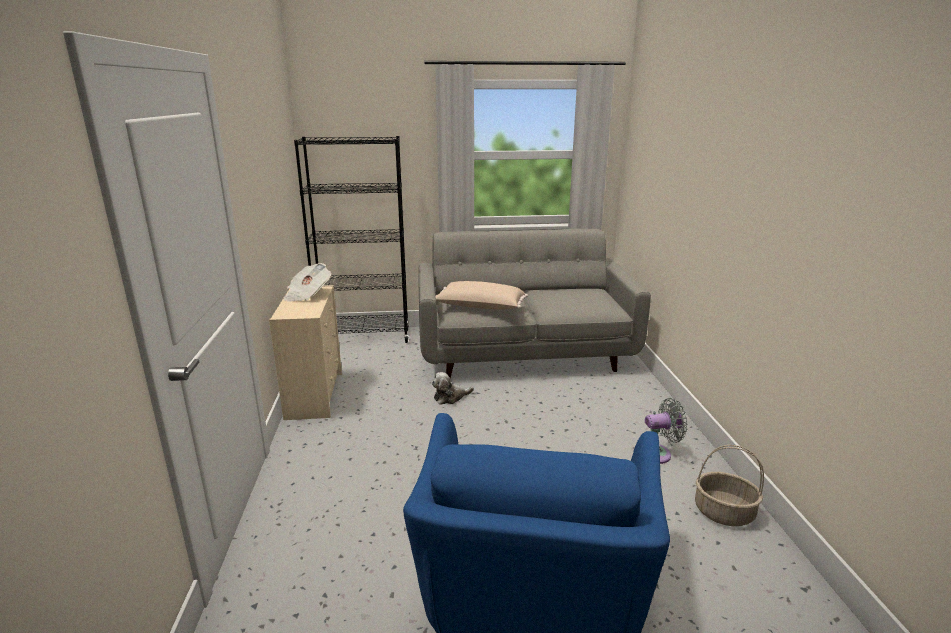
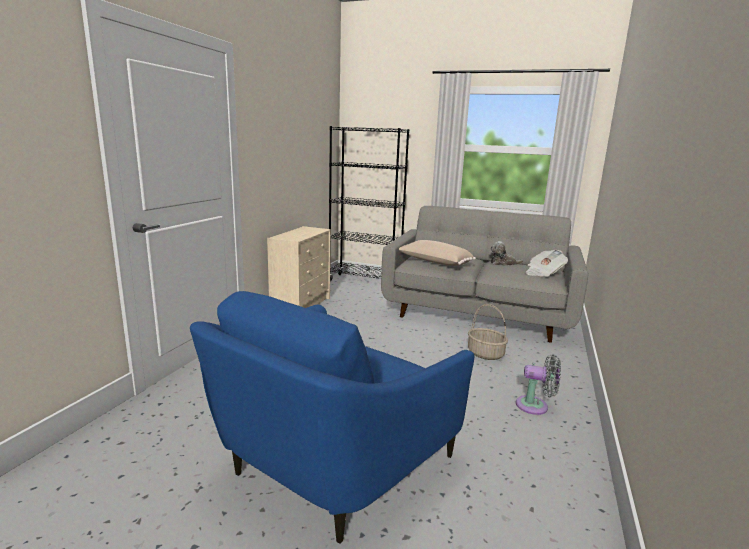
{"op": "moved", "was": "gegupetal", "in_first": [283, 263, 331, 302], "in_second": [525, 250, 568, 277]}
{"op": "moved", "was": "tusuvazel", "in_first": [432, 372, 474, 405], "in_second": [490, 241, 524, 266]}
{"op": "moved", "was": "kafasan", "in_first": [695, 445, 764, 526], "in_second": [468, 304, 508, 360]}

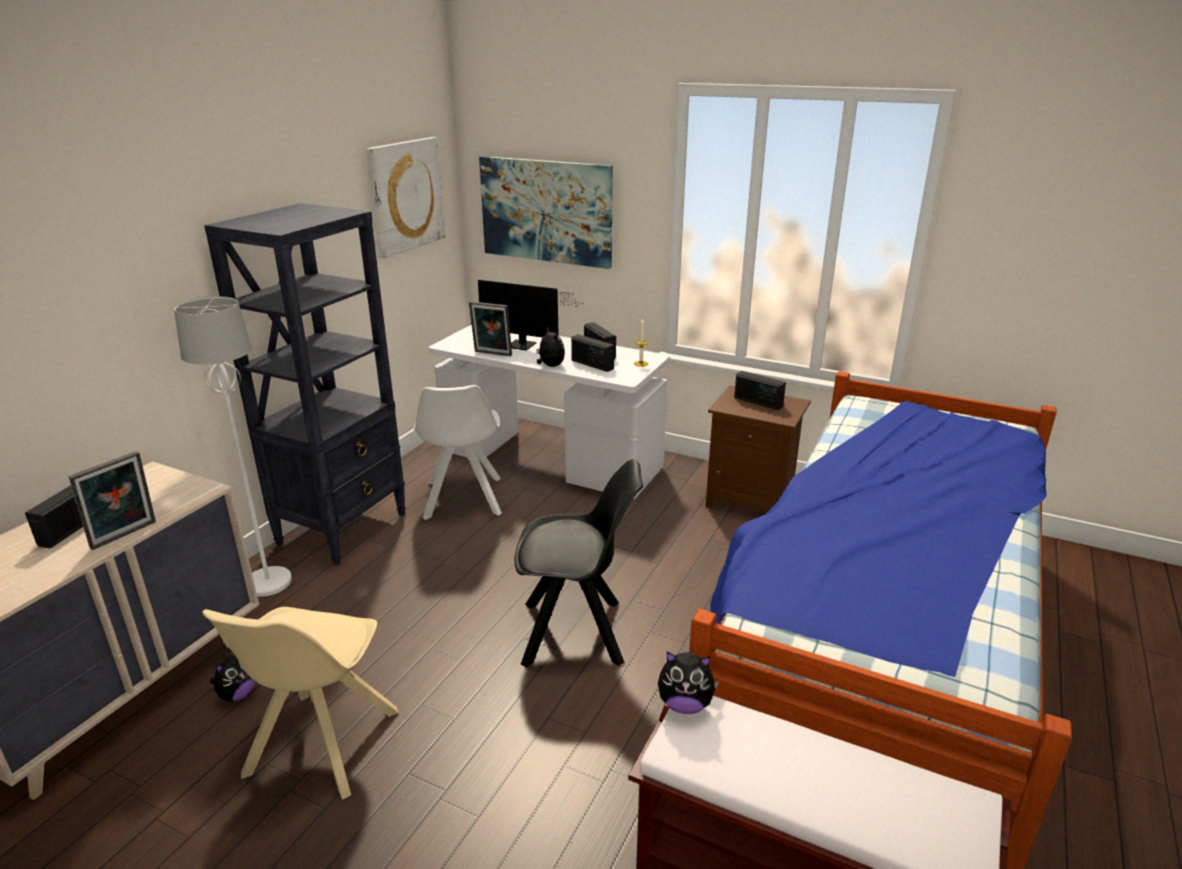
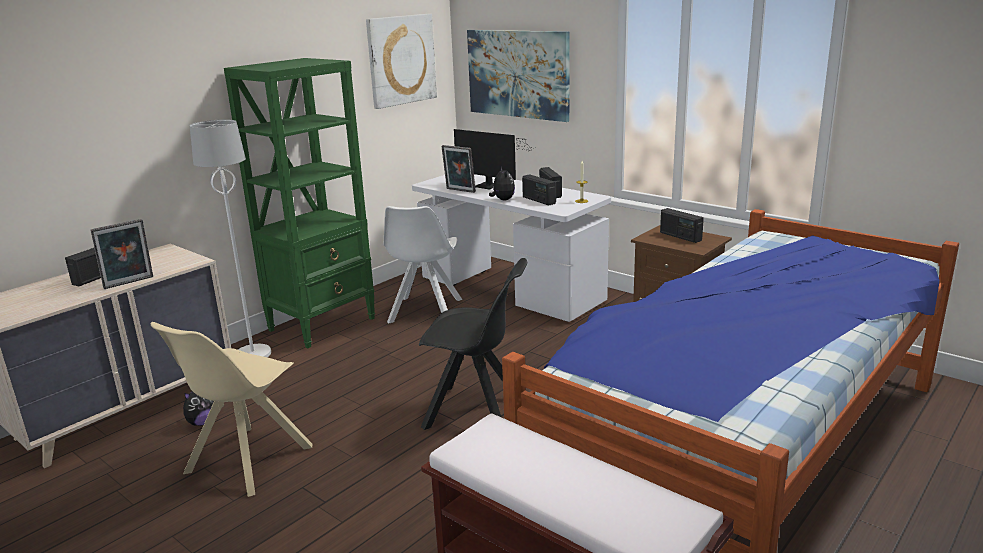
{"op": "removed", "was": "tusuvazel", "in_first": [658, 652, 720, 714]}
{"op": "recoloured", "was": "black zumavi", "now": "green zumavi", "in_first": [204, 203, 406, 566], "in_second": [224, 58, 375, 348]}

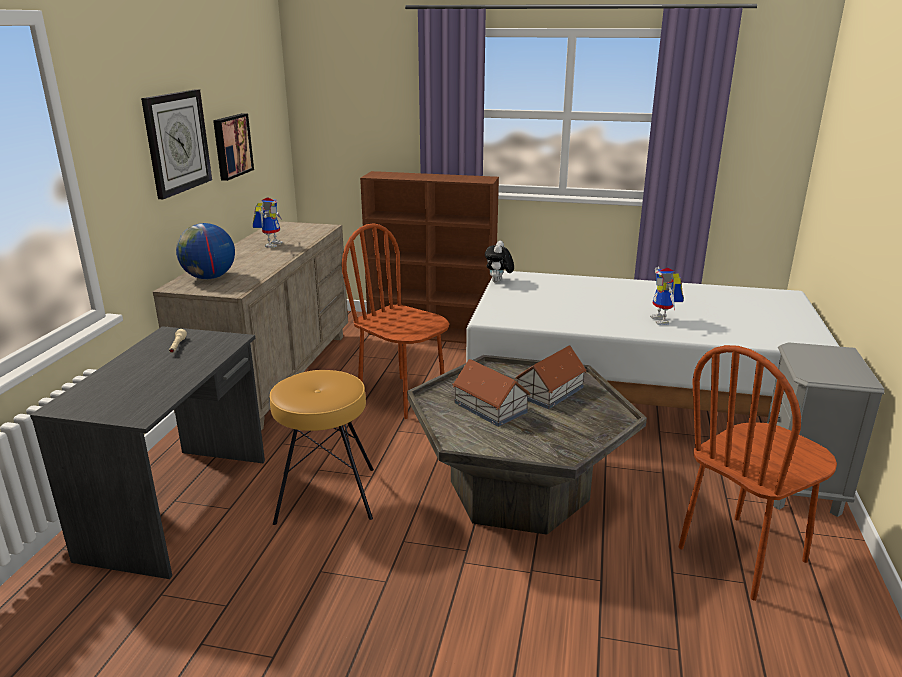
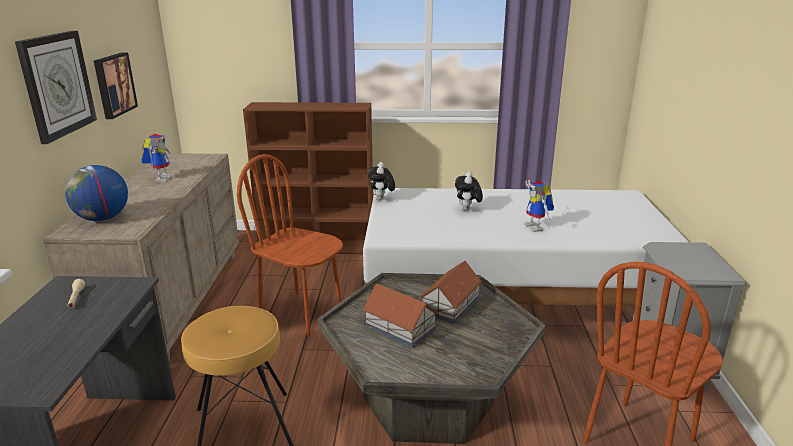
{"op": "added", "now": "tusuvazel", "in_second": [455, 171, 483, 211]}

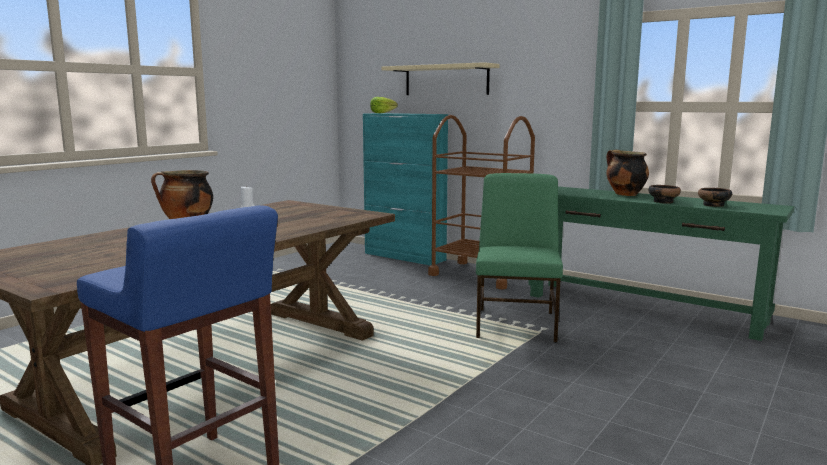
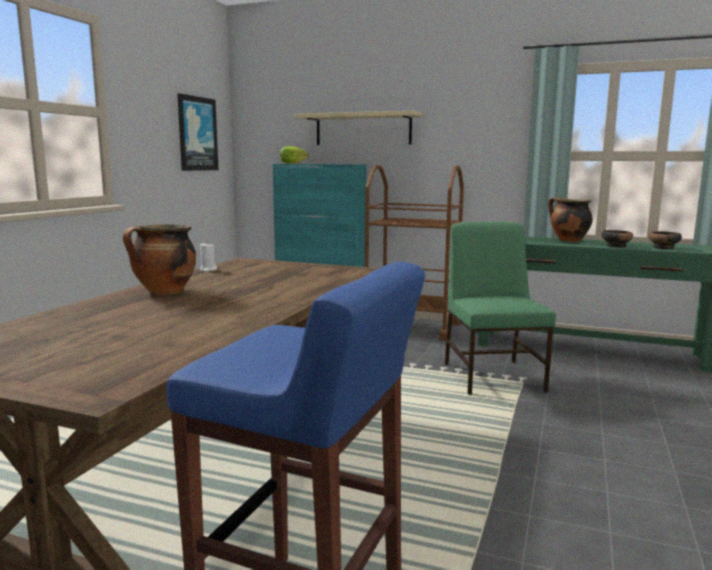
{"op": "added", "now": "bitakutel", "in_second": [177, 93, 219, 171]}

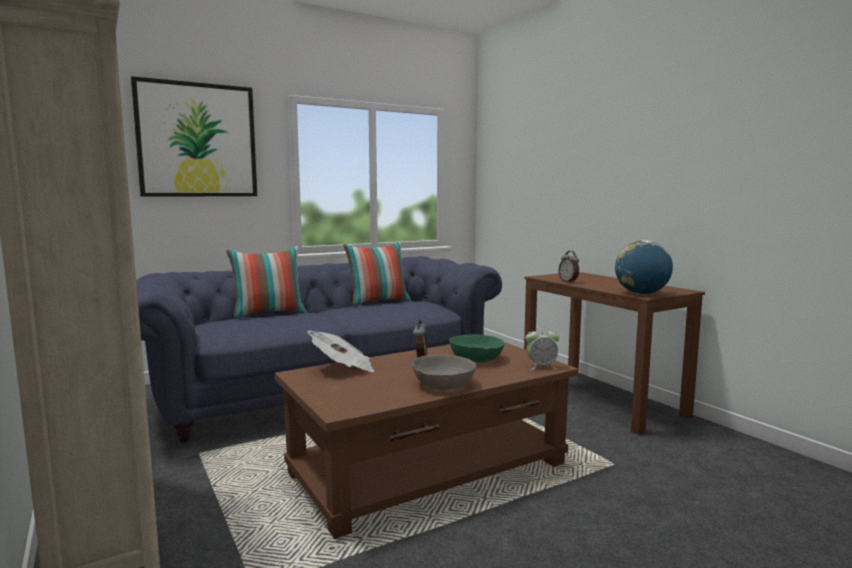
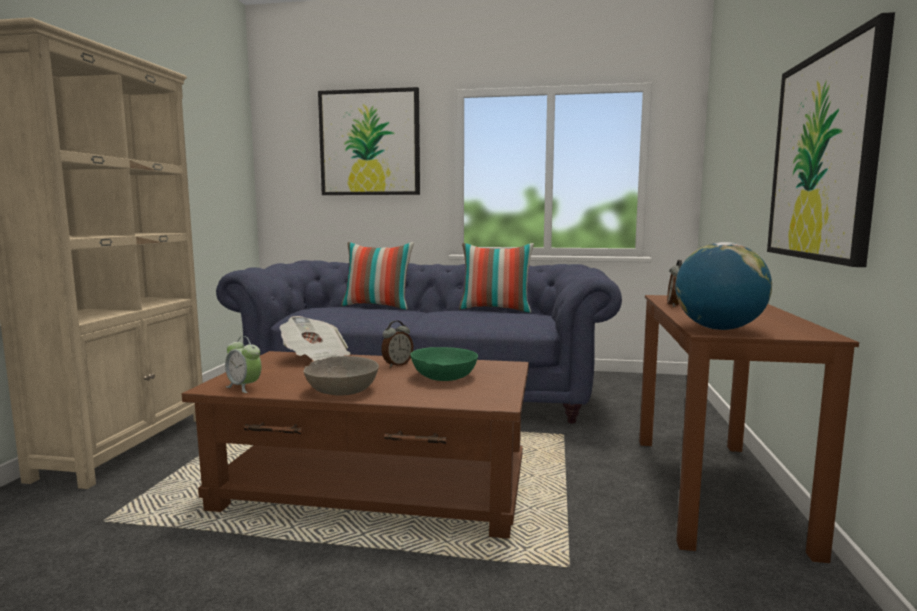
{"op": "added", "now": "bitakutel", "in_second": [767, 12, 895, 267]}
{"op": "moved", "was": "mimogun", "in_first": [525, 326, 559, 370], "in_second": [225, 336, 261, 393]}

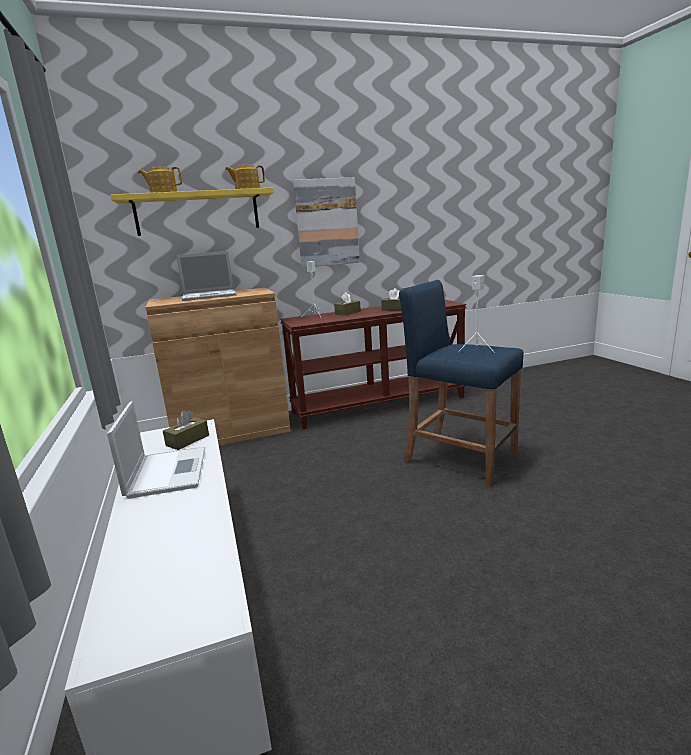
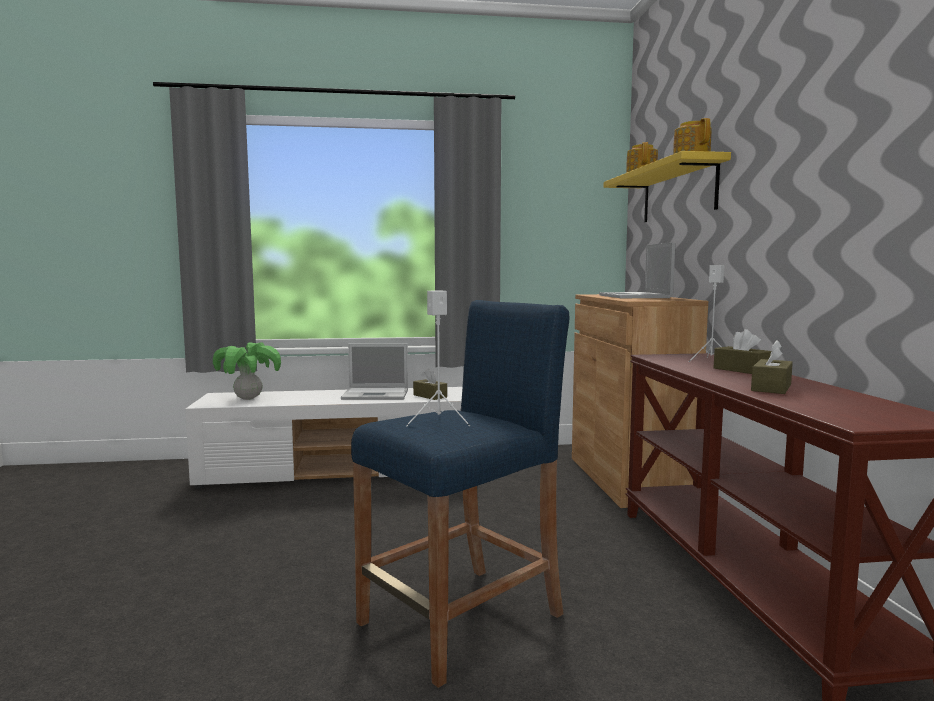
{"op": "removed", "was": "bitakutel", "in_first": [293, 177, 360, 268]}
{"op": "added", "now": "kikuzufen", "in_second": [213, 342, 281, 400]}

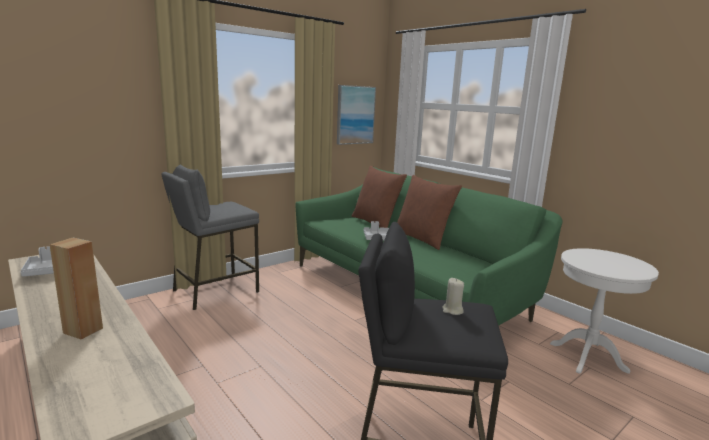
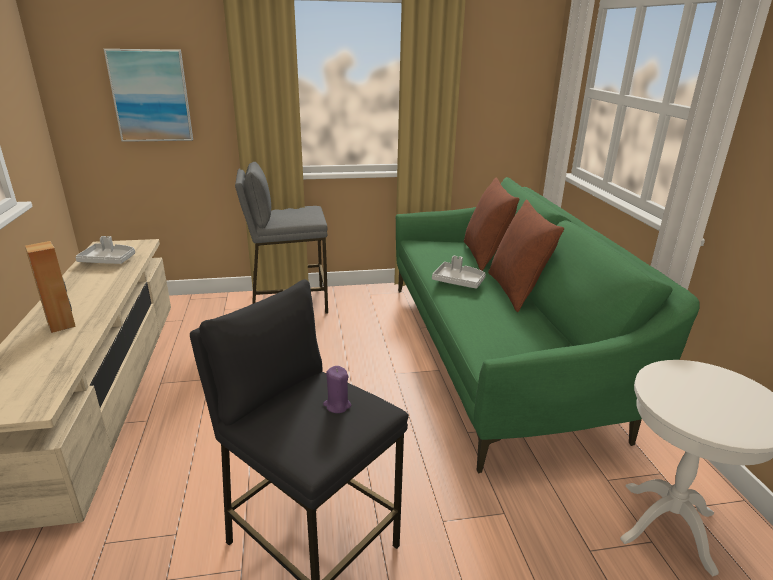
{"op": "moved", "was": "bitakutel", "in_first": [337, 85, 376, 145], "in_second": [104, 49, 193, 142]}
{"op": "recoloured", "was": "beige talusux", "now": "purple talusux", "in_first": [442, 278, 464, 315], "in_second": [323, 366, 351, 413]}

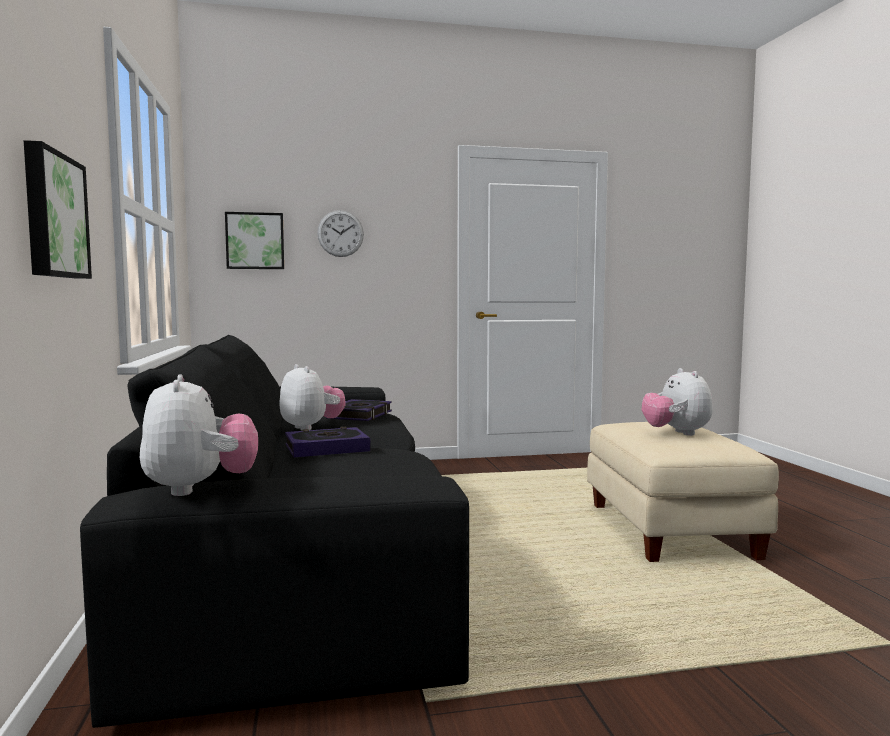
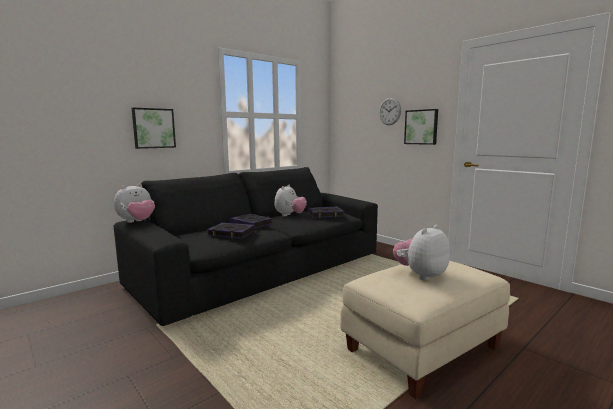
{"op": "added", "now": "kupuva", "in_second": [207, 223, 255, 239]}
{"op": "moved", "was": "bitakutel", "in_first": [225, 212, 284, 269], "in_second": [404, 109, 438, 145]}

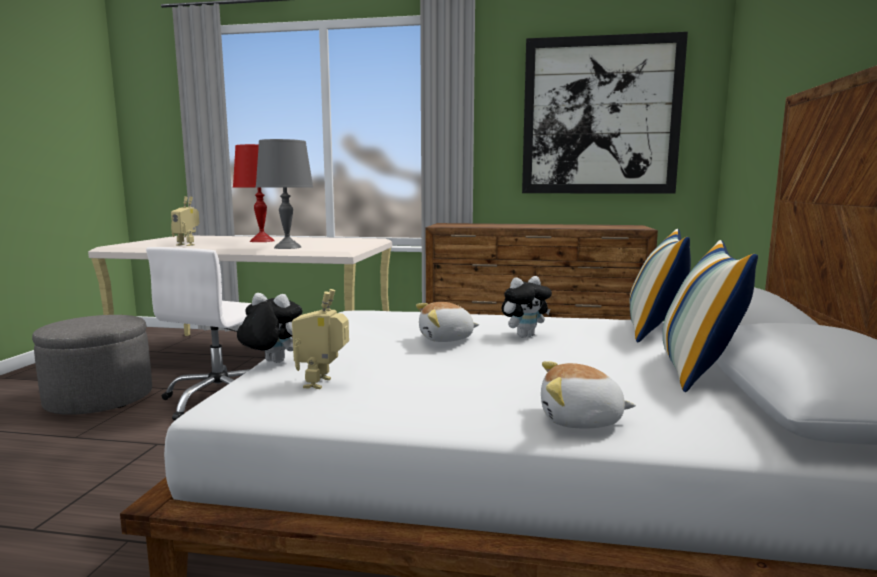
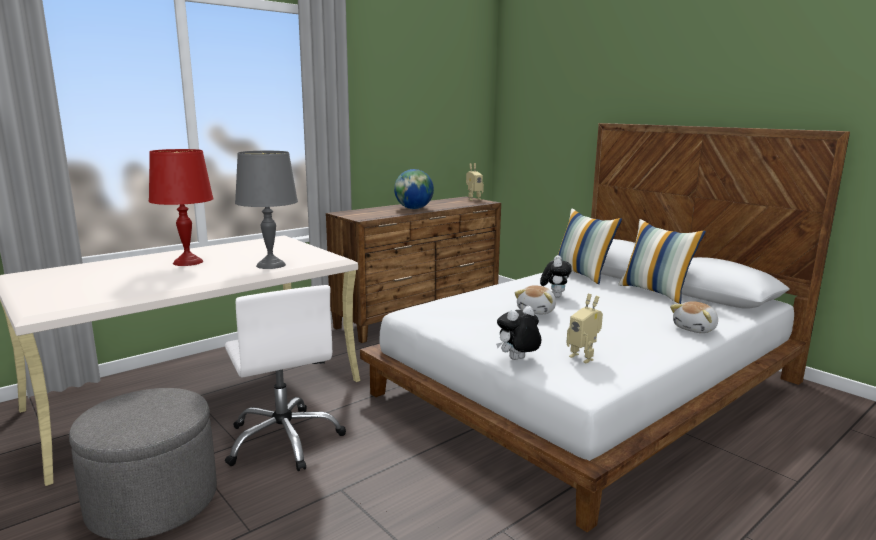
{"op": "removed", "was": "bitakutel", "in_first": [522, 32, 688, 194]}
{"op": "added", "now": "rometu", "in_second": [394, 169, 434, 209]}
{"op": "moved", "was": "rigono", "in_first": [171, 196, 200, 246], "in_second": [466, 163, 484, 201]}

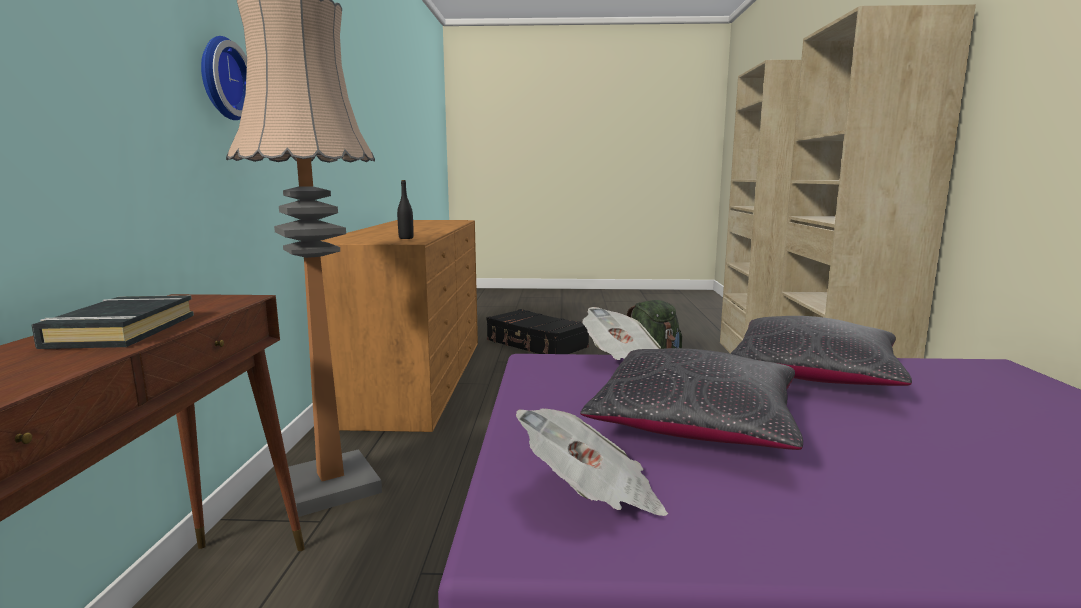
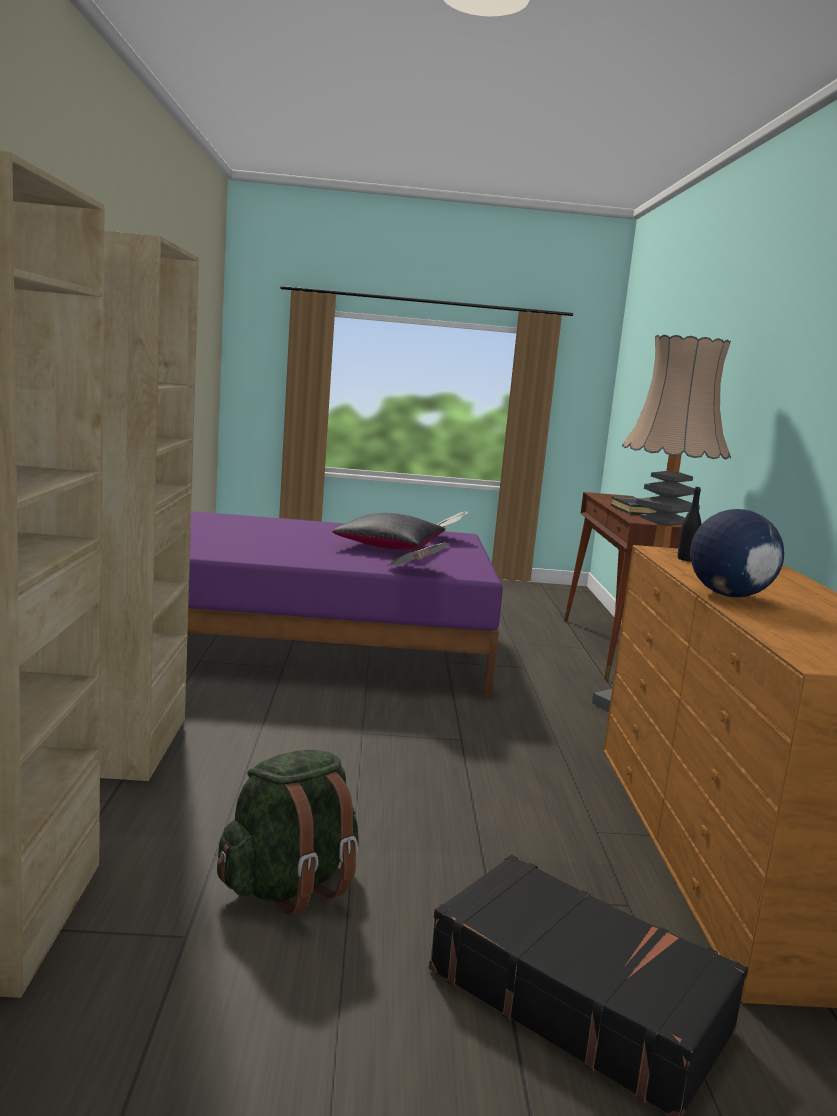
{"op": "removed", "was": "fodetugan", "in_first": [201, 36, 247, 120]}
{"op": "removed", "was": "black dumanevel", "in_first": [730, 316, 912, 386]}
{"op": "added", "now": "rometu", "in_second": [690, 509, 784, 597]}

